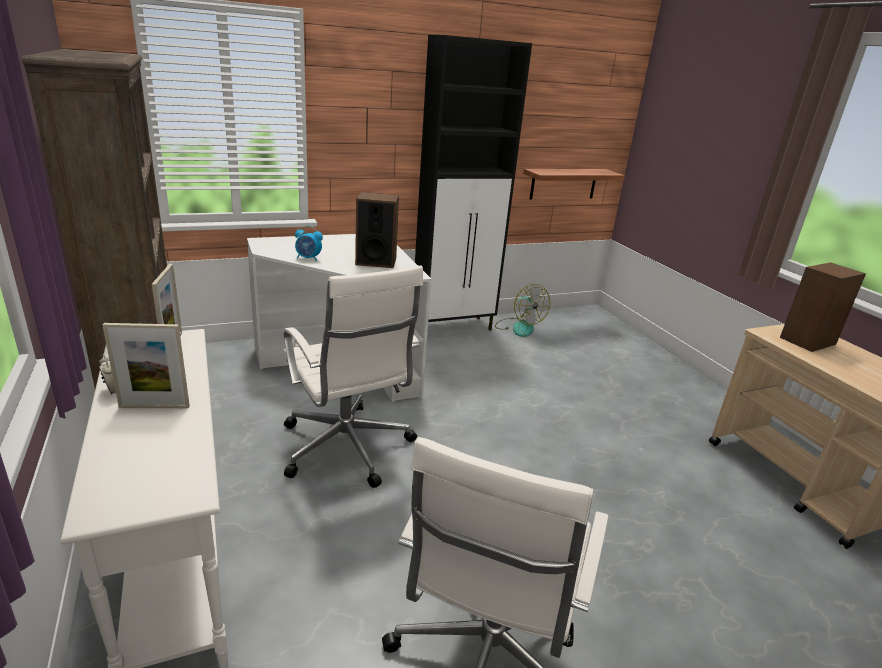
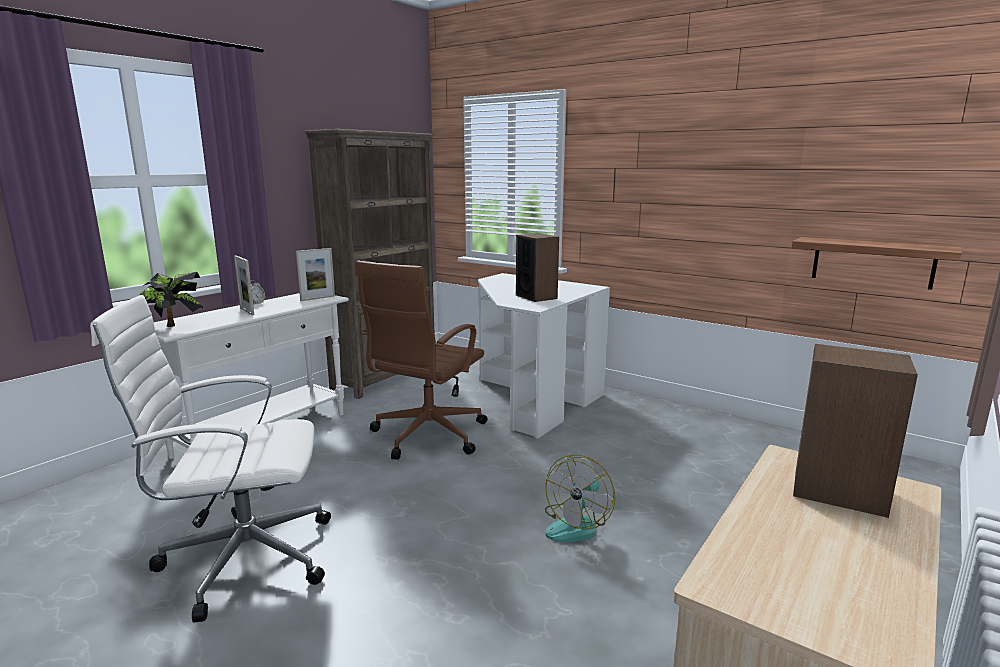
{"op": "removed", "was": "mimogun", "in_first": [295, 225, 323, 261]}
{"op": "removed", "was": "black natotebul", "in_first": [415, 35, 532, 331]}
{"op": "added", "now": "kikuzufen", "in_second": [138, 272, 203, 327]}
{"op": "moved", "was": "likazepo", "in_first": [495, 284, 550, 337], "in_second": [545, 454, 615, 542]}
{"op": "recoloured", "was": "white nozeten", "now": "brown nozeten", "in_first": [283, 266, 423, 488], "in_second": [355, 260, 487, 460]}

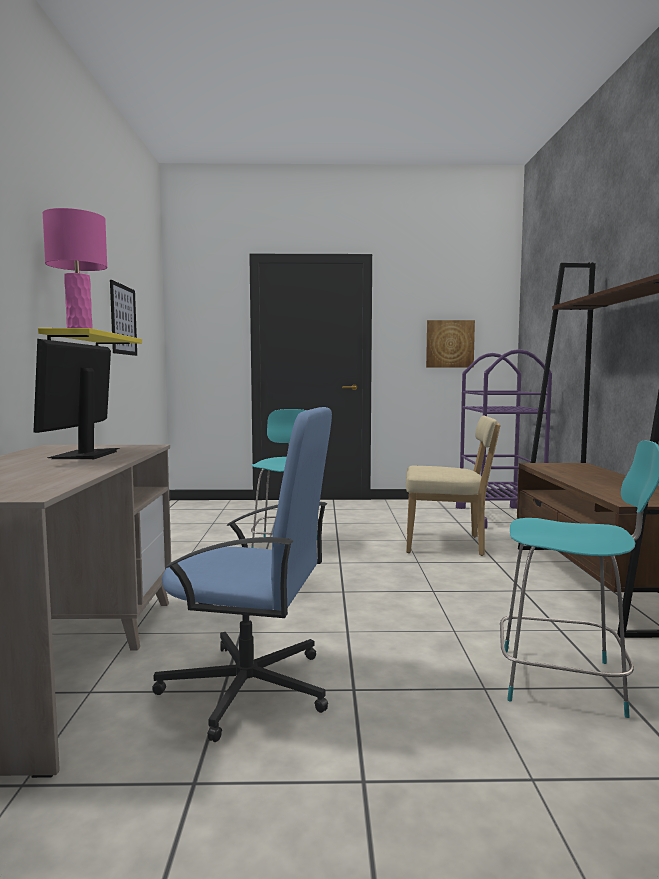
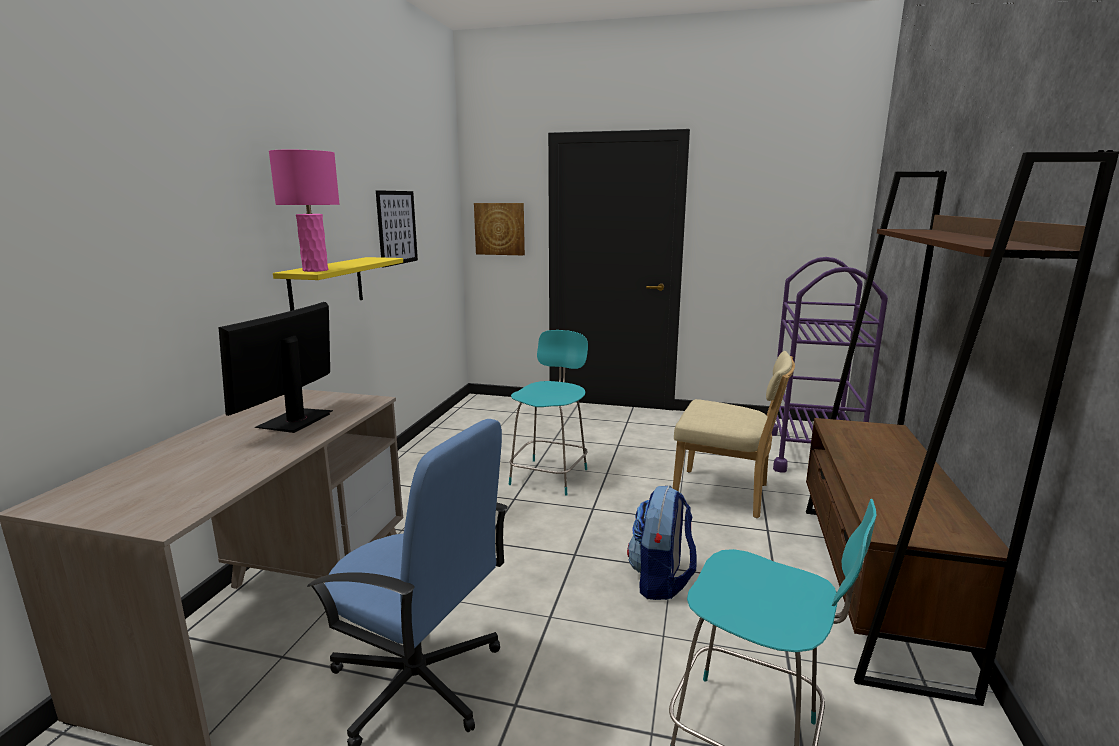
{"op": "added", "now": "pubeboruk", "in_second": [627, 486, 697, 600]}
{"op": "moved", "was": "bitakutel", "in_first": [426, 320, 475, 368], "in_second": [474, 203, 525, 255]}

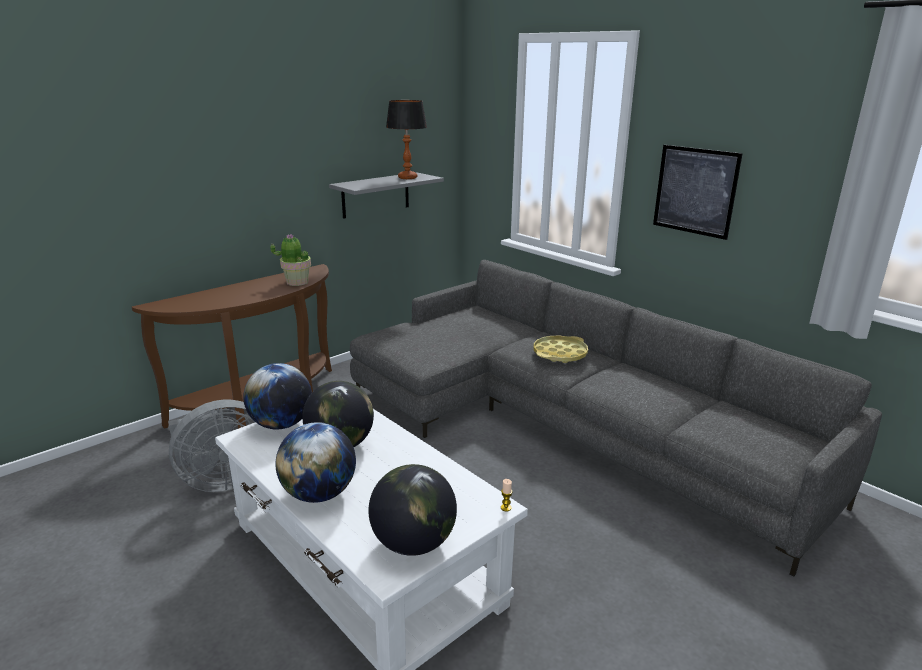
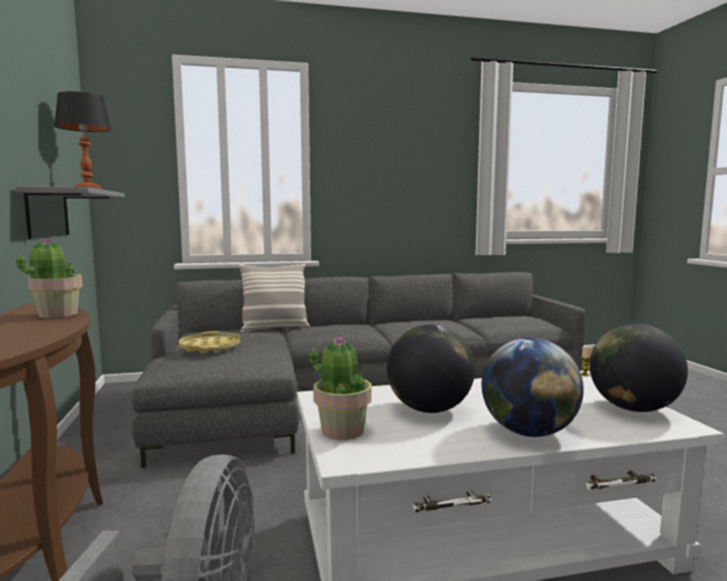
{"op": "removed", "was": "bitakutel", "in_first": [653, 145, 743, 240]}
{"op": "added", "now": "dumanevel", "in_second": [239, 264, 310, 332]}
{"op": "moved", "was": "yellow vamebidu", "in_first": [534, 336, 588, 363], "in_second": [179, 331, 240, 354]}
{"op": "replaced", "was": "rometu", "now": "kikuzufen", "in_first": [243, 363, 312, 430], "in_second": [309, 336, 371, 440]}

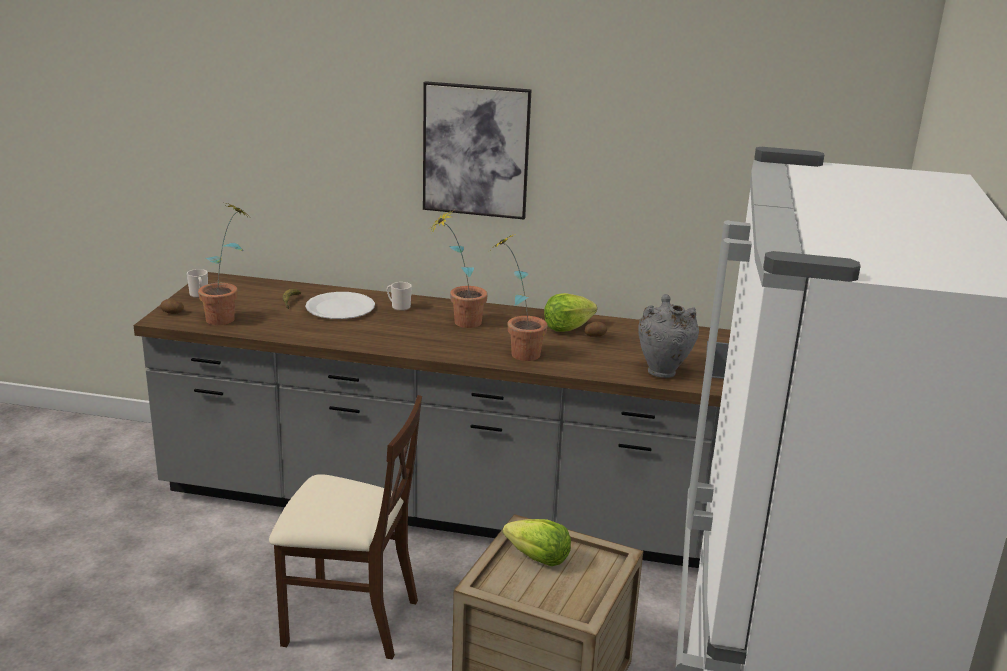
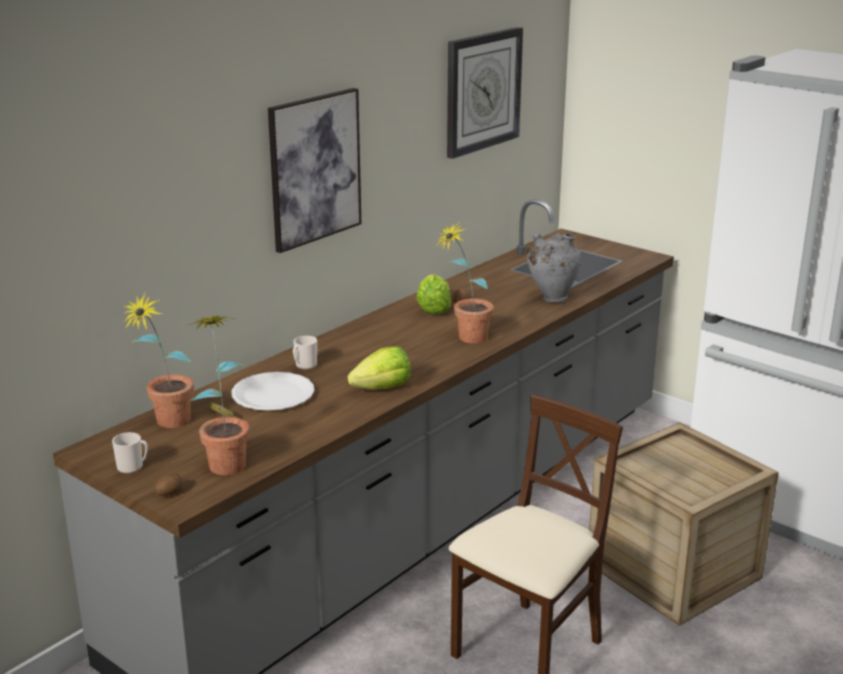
{"op": "added", "now": "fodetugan", "in_second": [447, 27, 523, 159]}
{"op": "moved", "was": "kikuzufen", "in_first": [430, 211, 488, 328], "in_second": [122, 293, 194, 428]}
{"op": "moved", "was": "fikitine", "in_first": [503, 519, 571, 566], "in_second": [348, 346, 411, 390]}

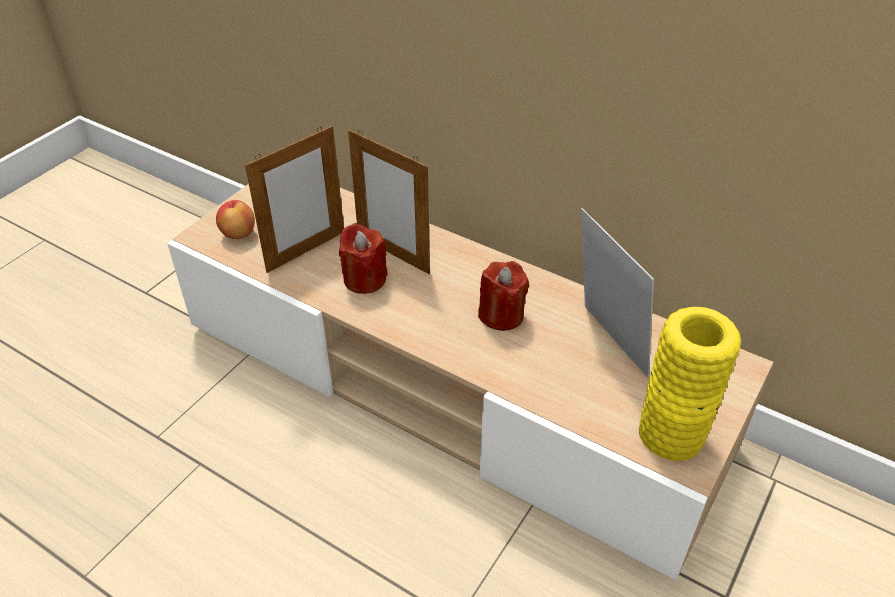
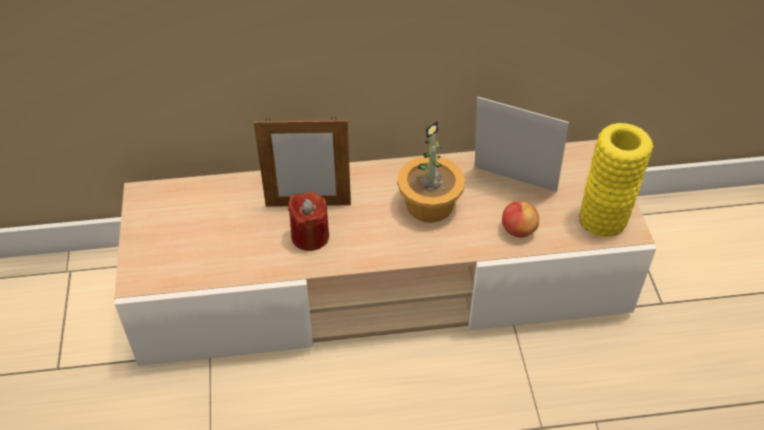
{"op": "removed", "was": "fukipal", "in_first": [245, 126, 344, 273]}
{"op": "moved", "was": "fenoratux", "in_first": [216, 200, 255, 239], "in_second": [502, 201, 539, 238]}
{"op": "replaced", "was": "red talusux", "now": "kikuzufen", "in_first": [478, 261, 529, 331], "in_second": [397, 121, 465, 223]}

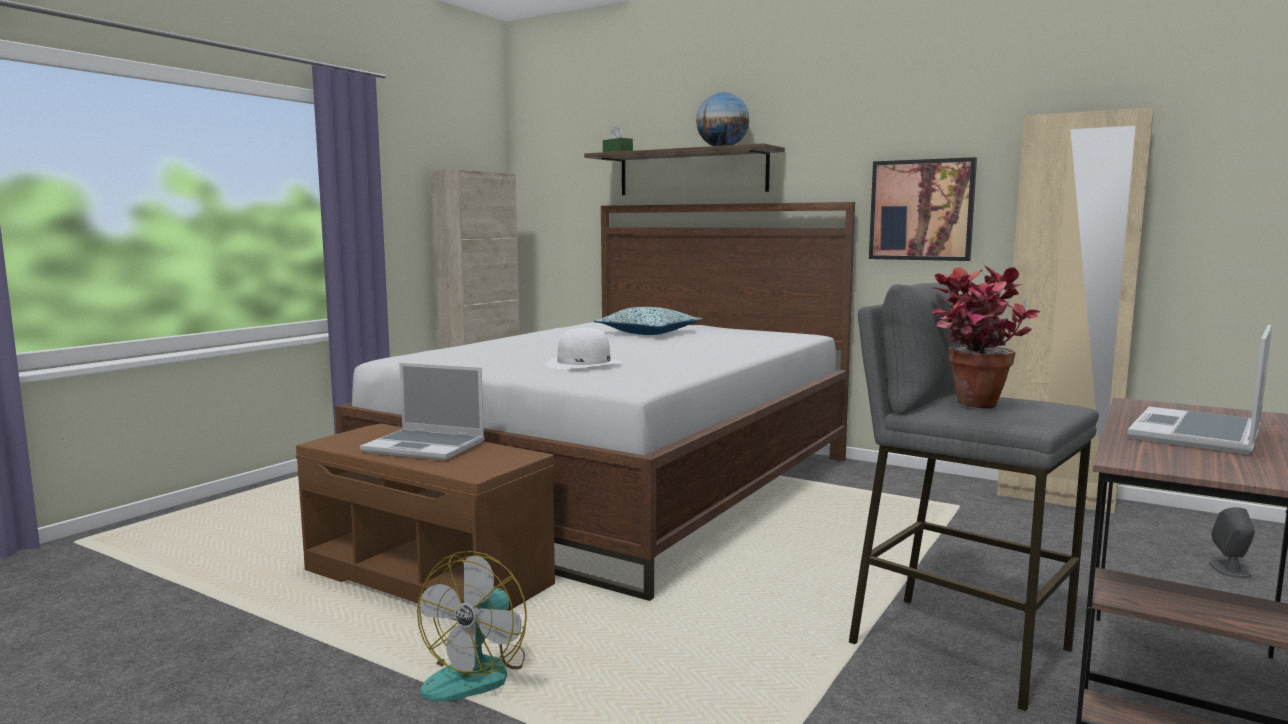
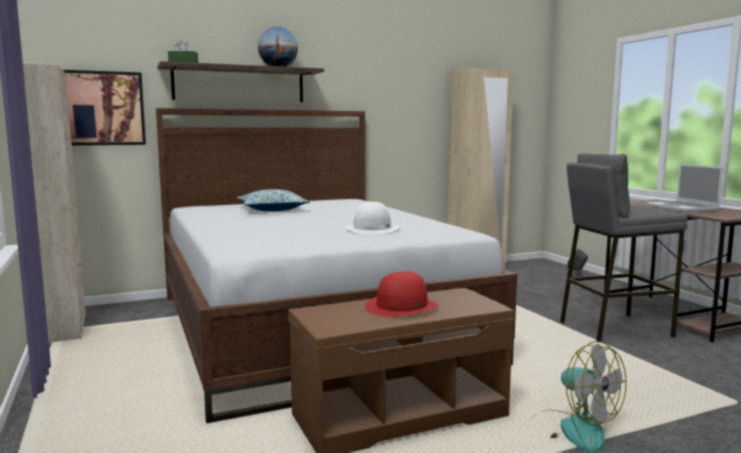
{"op": "removed", "was": "kikuzufen", "in_first": [930, 265, 1040, 408]}
{"op": "moved", "was": "bitakutel", "in_first": [869, 157, 977, 261], "in_second": [63, 70, 146, 145]}
{"op": "replaced", "was": "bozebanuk", "now": "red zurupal", "in_first": [360, 363, 485, 461], "in_second": [365, 271, 439, 317]}

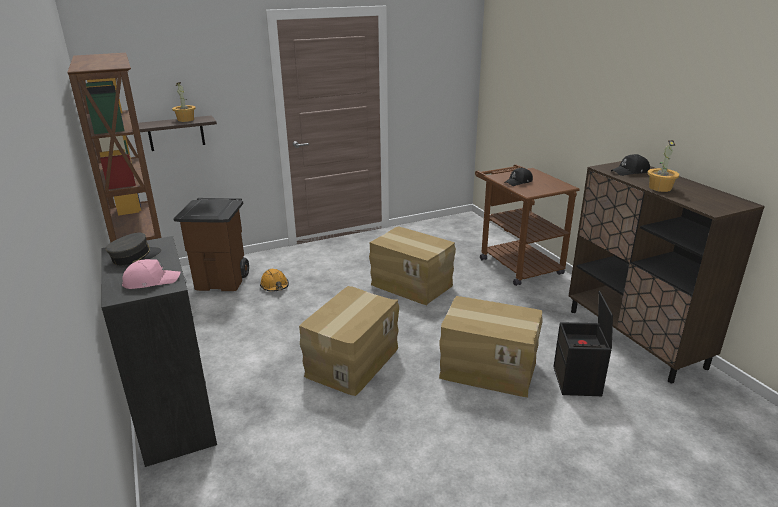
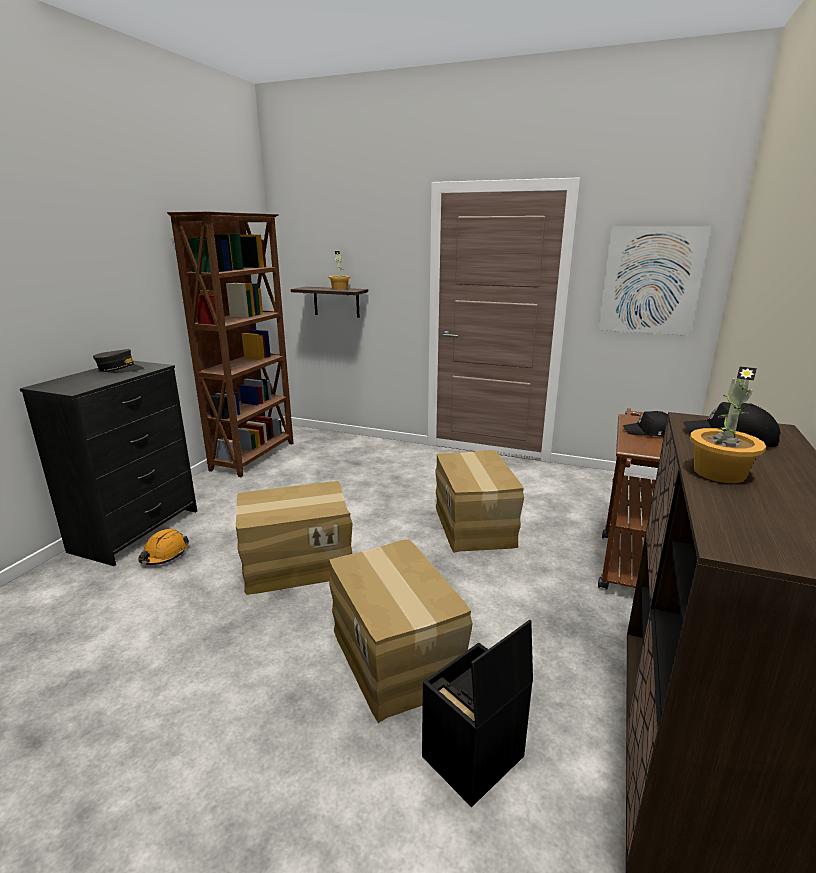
{"op": "removed", "was": "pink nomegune", "in_first": [122, 259, 180, 289]}
{"op": "removed", "was": "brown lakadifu", "in_first": [173, 198, 249, 291]}
{"op": "added", "now": "bitakutel", "in_second": [598, 226, 711, 336]}
{"op": "moved", "was": "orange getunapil", "in_first": [260, 269, 289, 292], "in_second": [138, 529, 189, 565]}

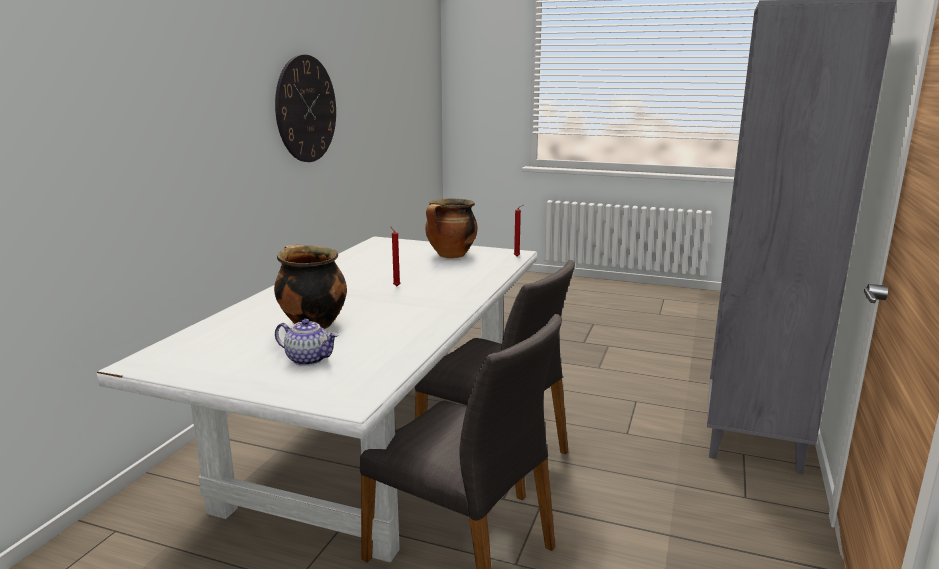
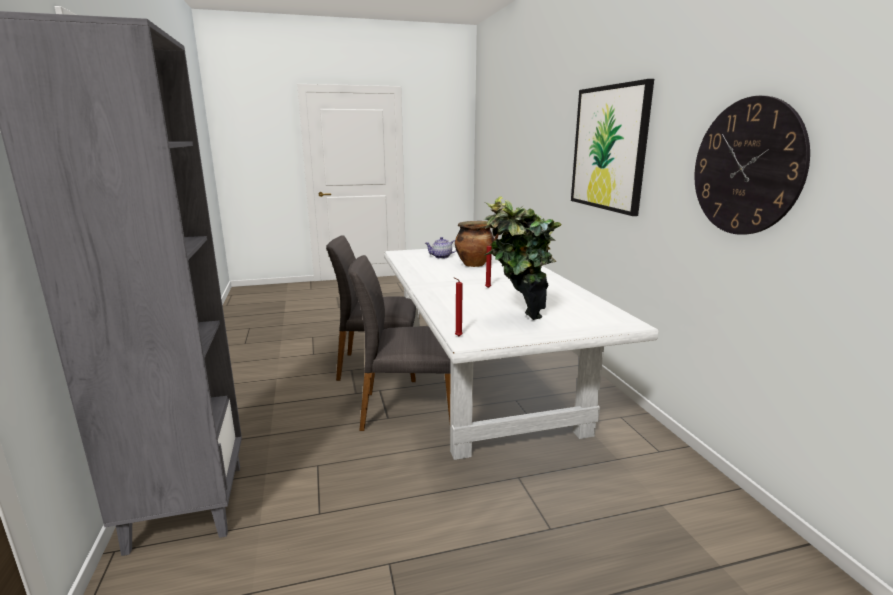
{"op": "added", "now": "bitakutel", "in_second": [571, 79, 654, 216]}
{"op": "replaced", "was": "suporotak", "now": "kikuzufen", "in_first": [425, 198, 478, 259], "in_second": [484, 196, 561, 320]}

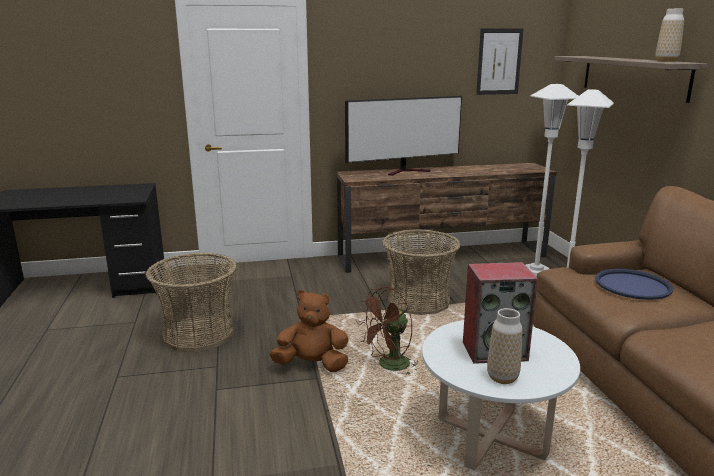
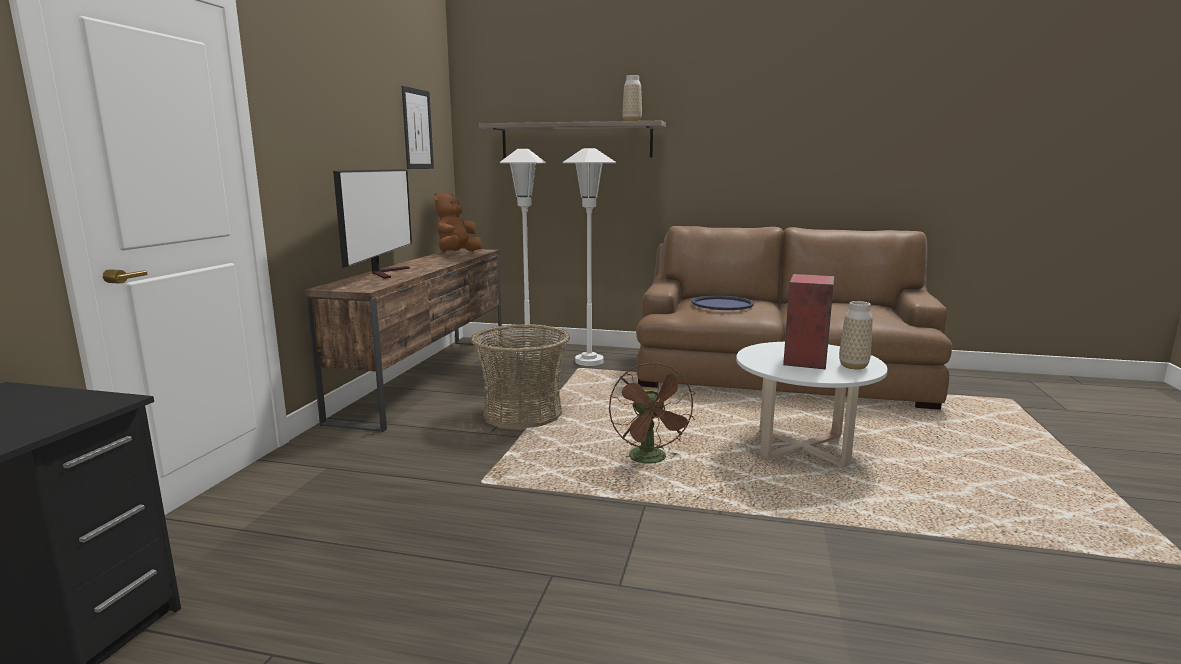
{"op": "removed", "was": "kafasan", "in_first": [146, 253, 237, 352]}
{"op": "moved", "was": "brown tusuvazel", "in_first": [269, 290, 349, 372], "in_second": [434, 193, 482, 252]}

